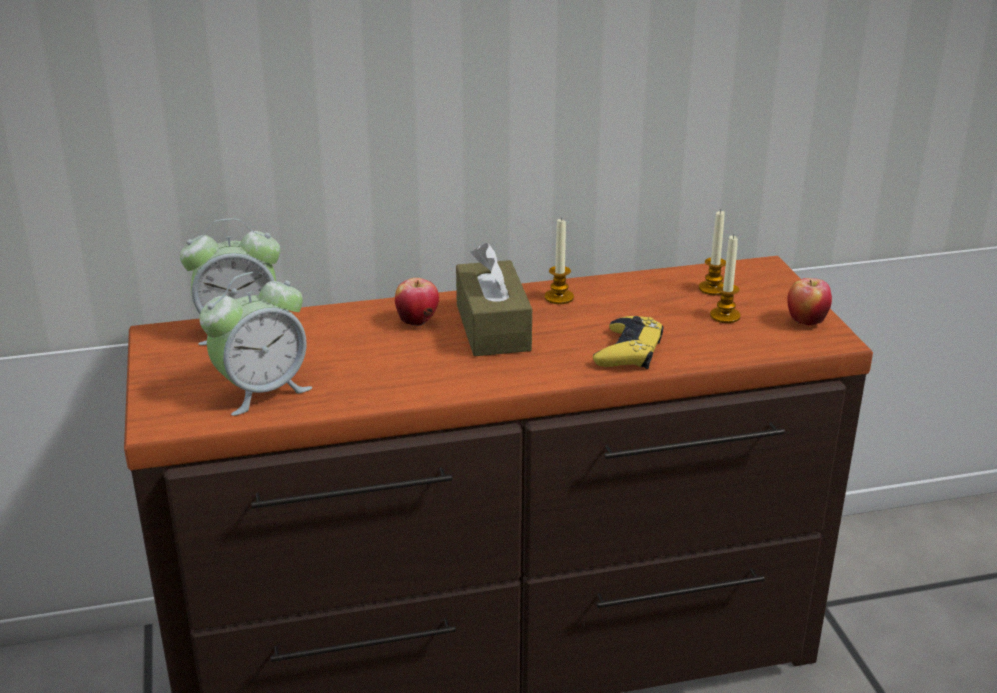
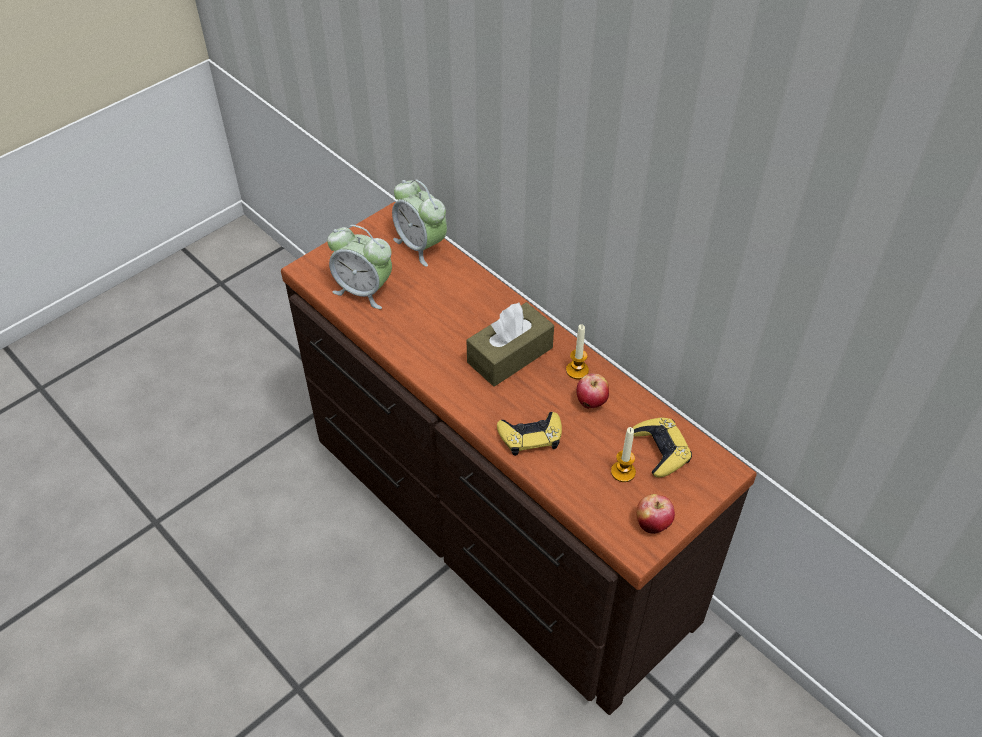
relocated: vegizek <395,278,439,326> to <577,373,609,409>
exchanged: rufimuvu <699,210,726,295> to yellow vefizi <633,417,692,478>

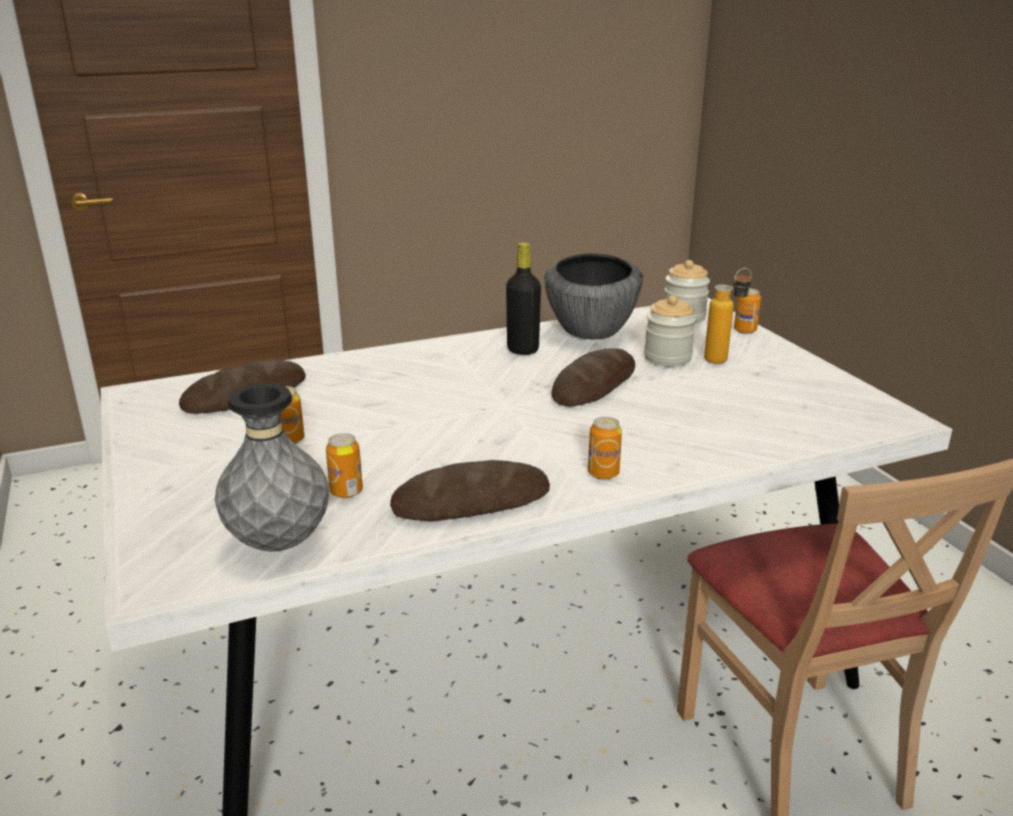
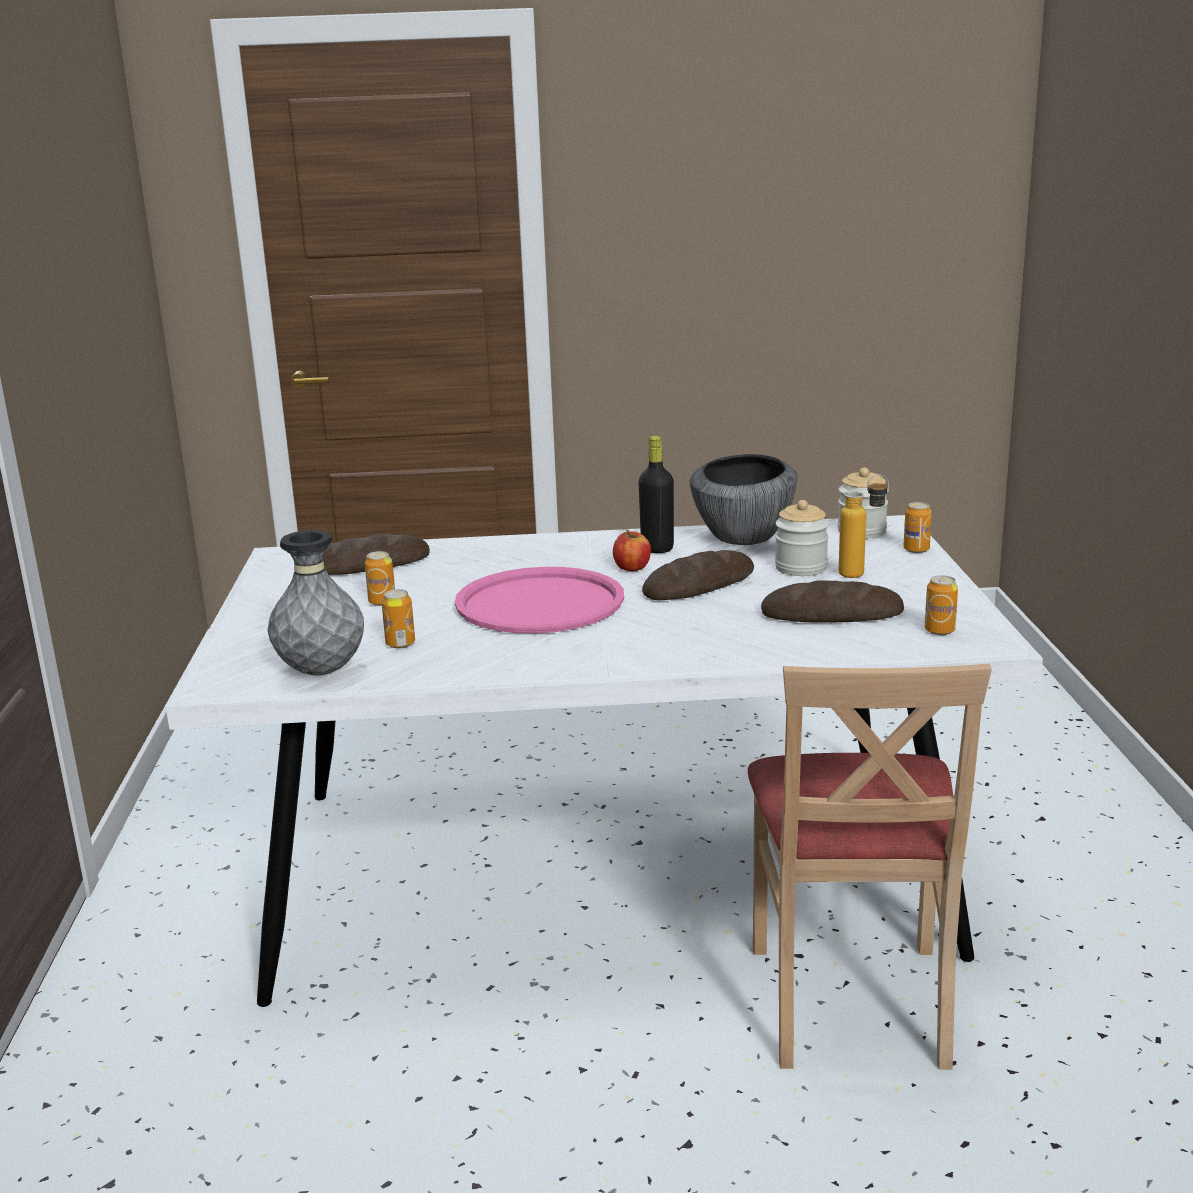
appeared: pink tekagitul <455,567,624,633>; vegizek <613,530,651,571>
relocated: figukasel <390,460,550,521> to <761,580,904,623>; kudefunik <588,417,622,480> to <925,575,958,635>

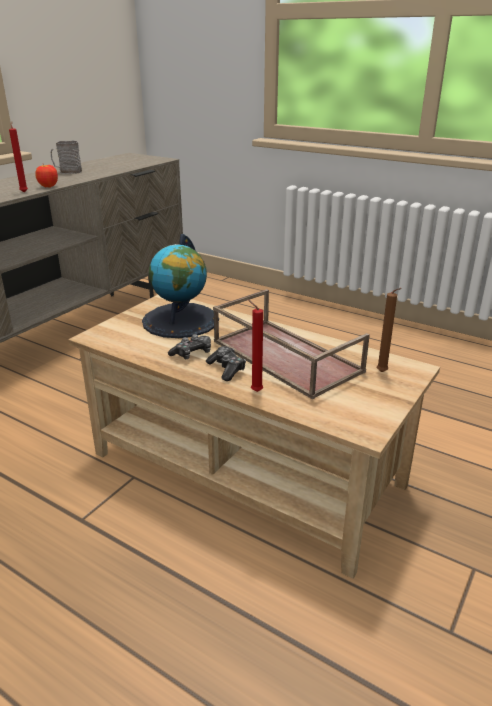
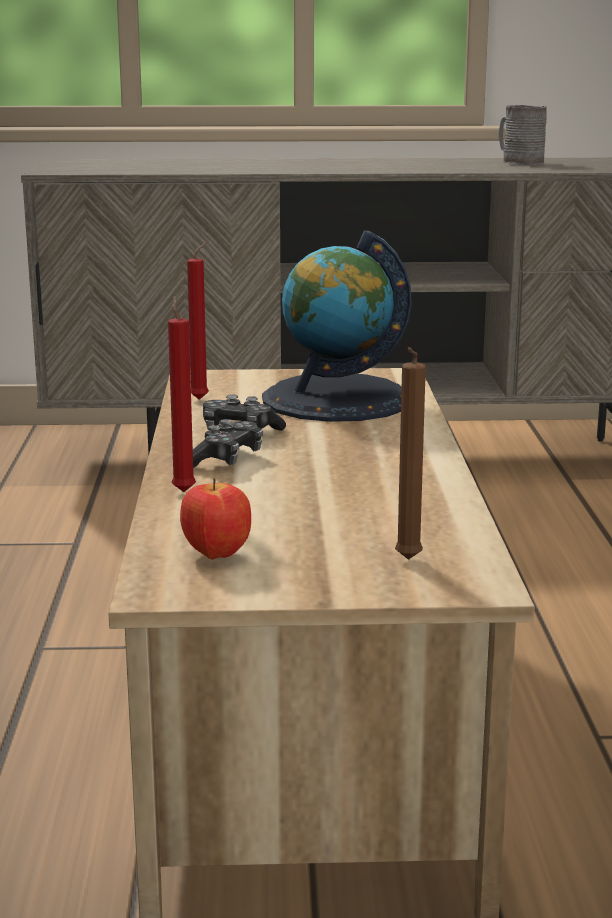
missing: brown tekagitul <213,289,370,400>
relocated: vegizek <35,164,58,188> to <180,478,251,560>; red rufimuvu <9,121,28,192> to <187,242,209,400>

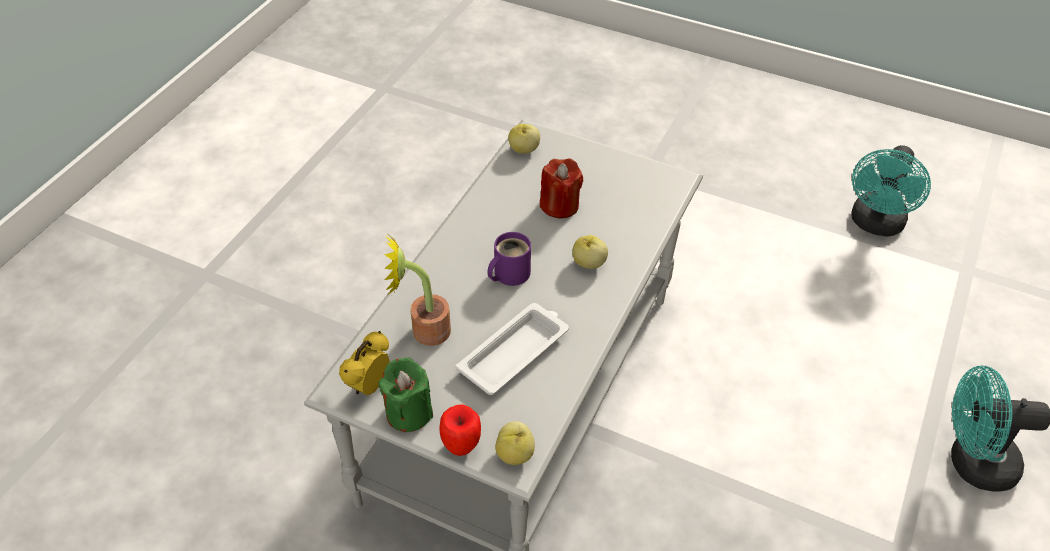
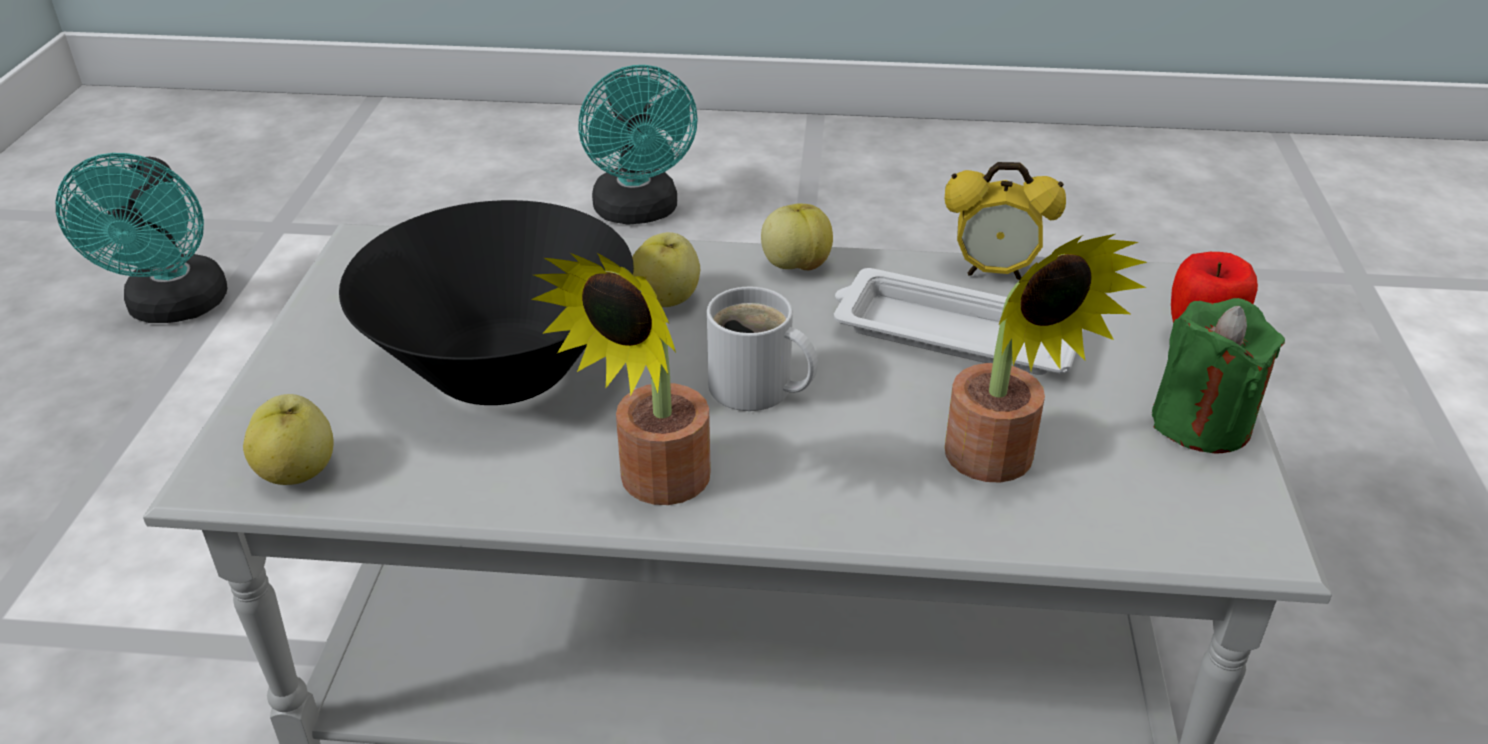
appeared: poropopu <531,253,711,505>
relocated: vegizek <495,421,535,465> to <761,204,833,270>; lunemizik <339,331,390,396> to <945,162,1066,280>
exchanged: red rufimuvu <540,159,583,218> to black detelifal <339,200,634,405>
colour: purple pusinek <487,232,531,286> to white pusinek <707,286,818,411>
spun: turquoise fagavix <851,145,931,237> = <56,153,227,323> 75 degrees clockwise

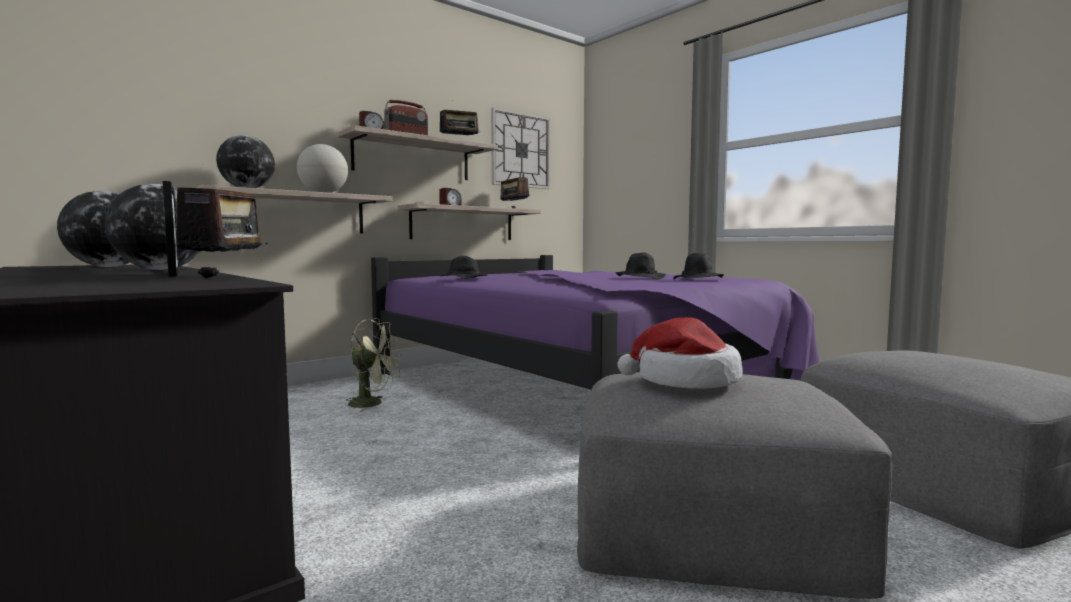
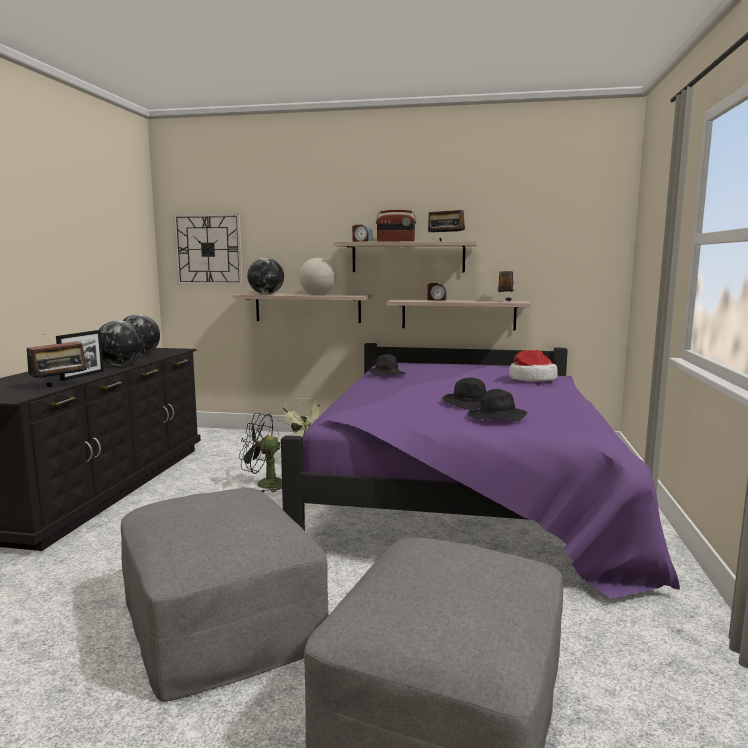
appeared: black fagavix <239,413,282,492>
relocated: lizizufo <491,107,550,189> to <173,213,243,285>; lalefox <617,317,743,389> to <509,350,558,381>

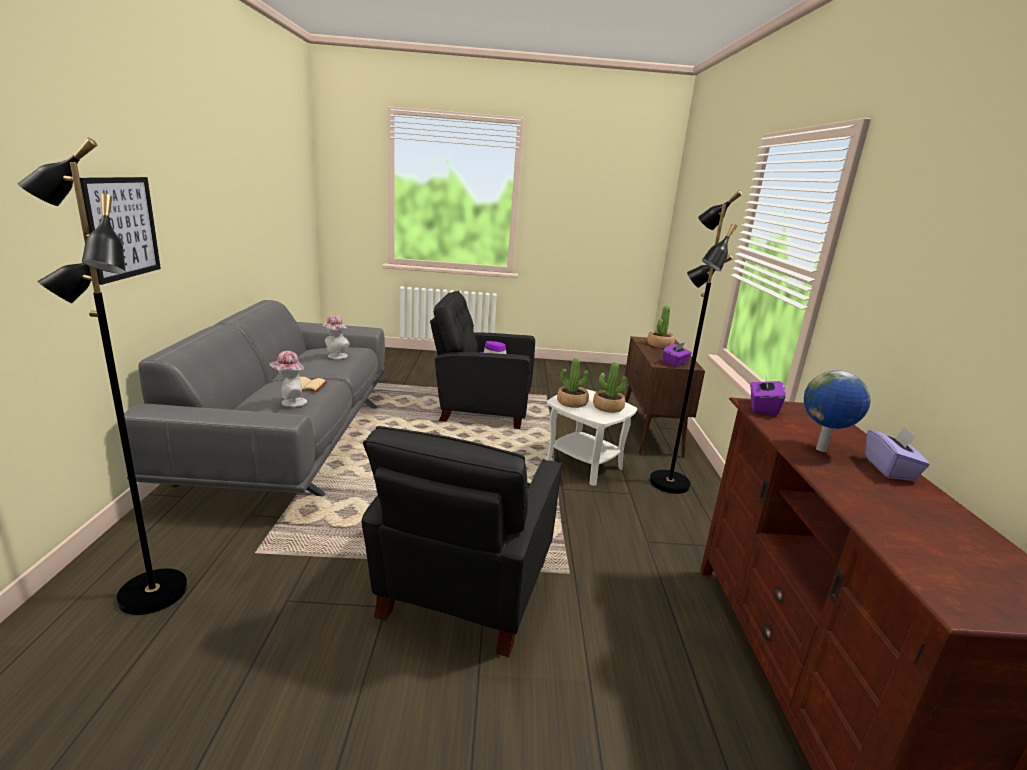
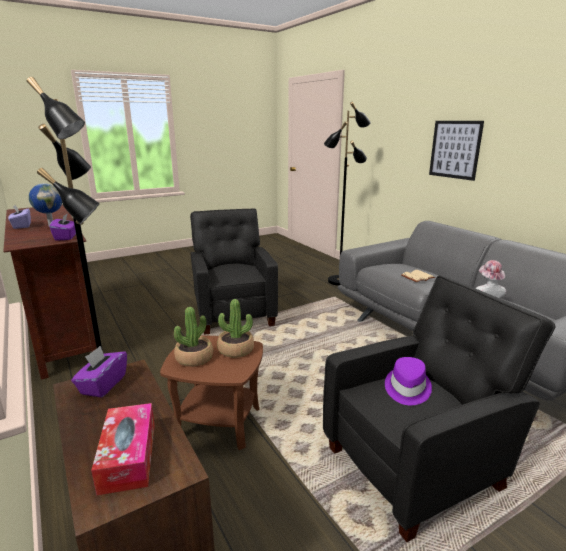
missing: lalefox <269,351,307,407>
exchanged: poropopu <647,306,675,348> to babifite <91,403,155,495>
colour: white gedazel <546,389,637,486> to brown gedazel <160,336,263,450>

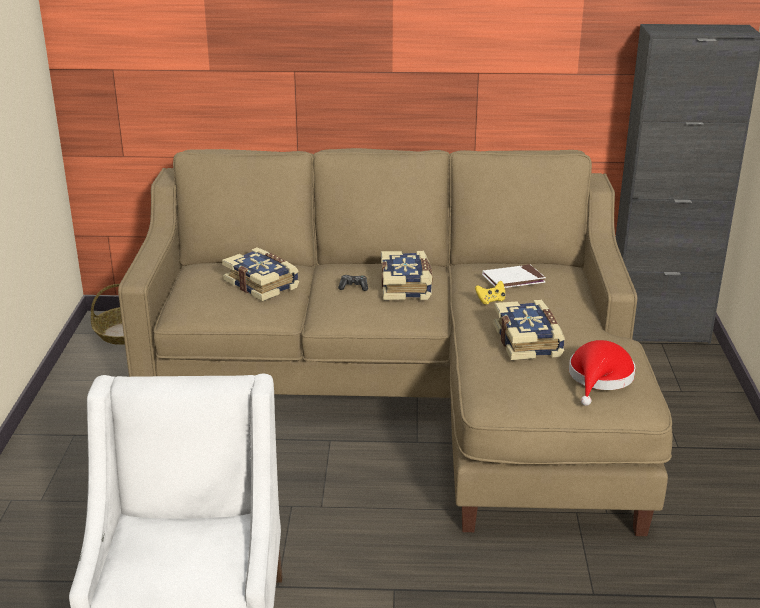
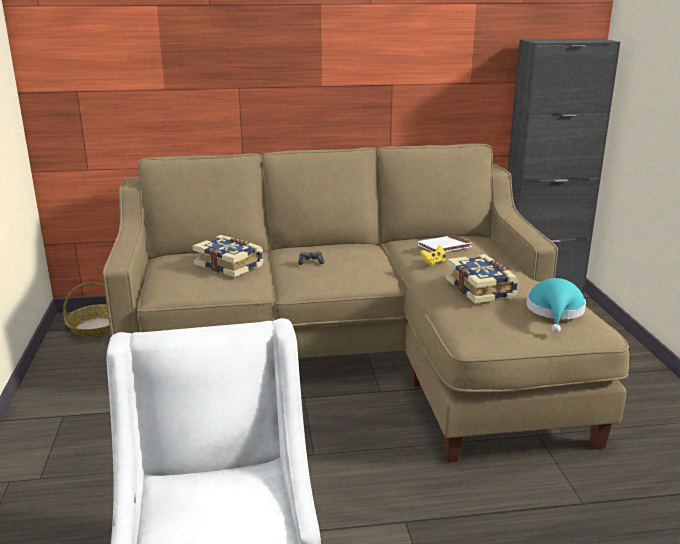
missing: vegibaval <381,251,433,300>
colour: red lalefox <569,340,636,406> to turquoise lalefox <526,278,586,333>

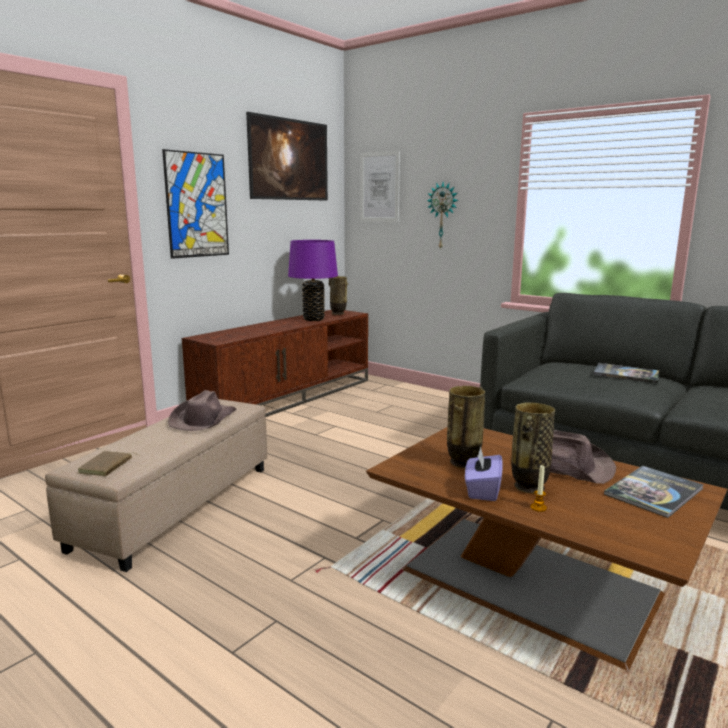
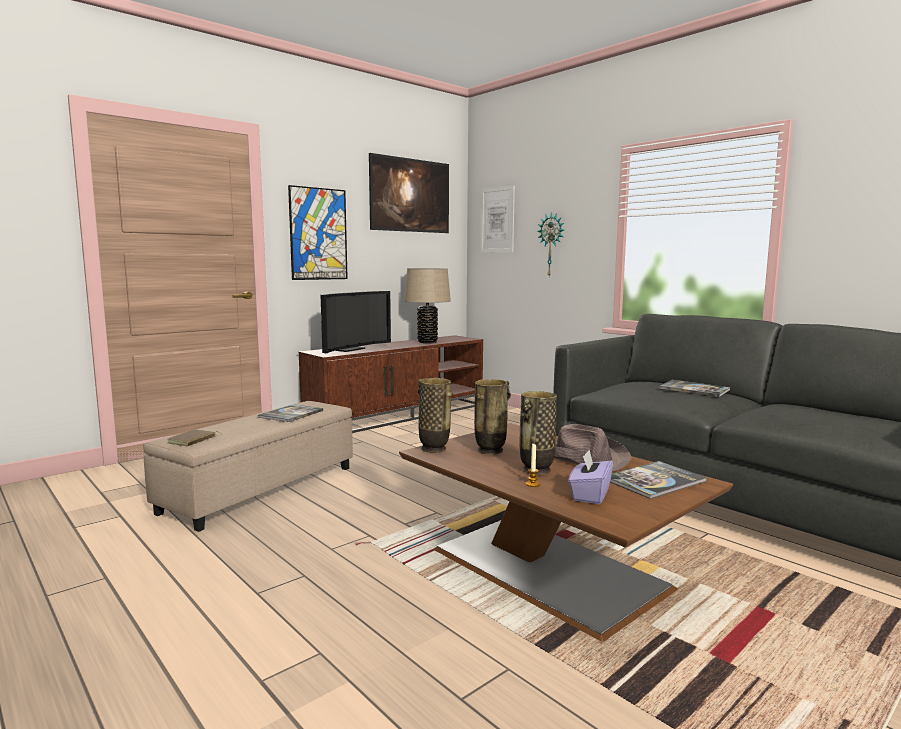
appeared: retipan <321,291,391,353>
relocated: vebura <328,276,348,315> to <418,378,453,453>; purple babifite <465,446,503,501> to <568,450,613,504>
exchanged: brown lalefox <168,390,237,431> to vegibaval <258,404,323,422>
colour: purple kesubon <288,240,338,321> to beige kesubon <404,268,451,343>

